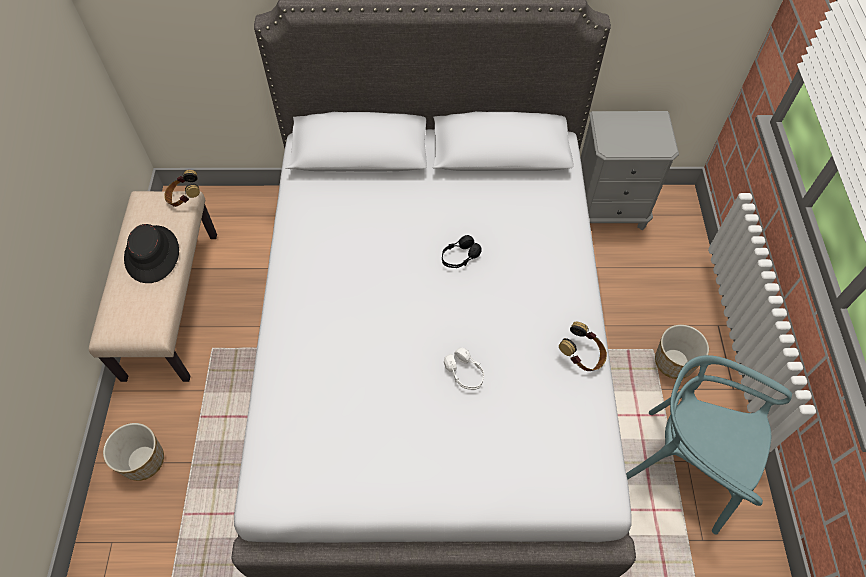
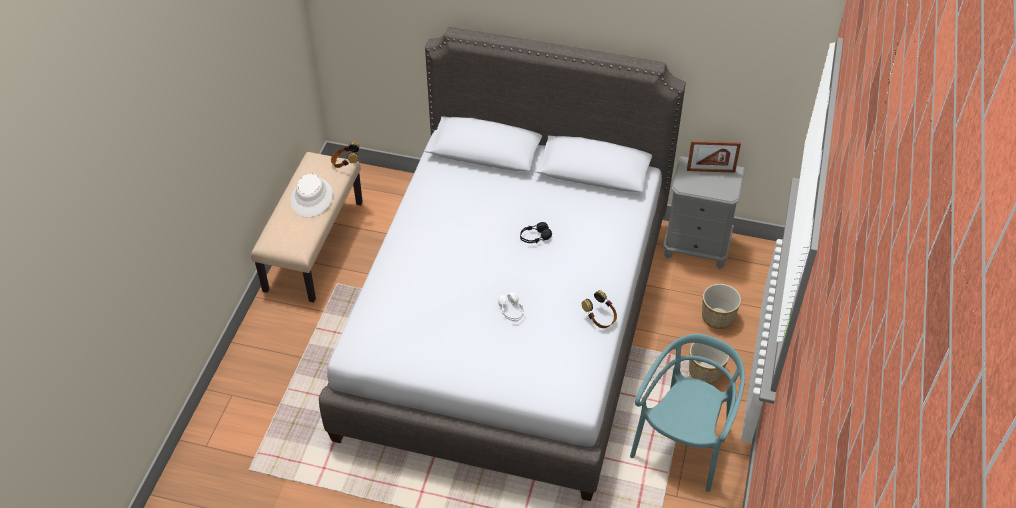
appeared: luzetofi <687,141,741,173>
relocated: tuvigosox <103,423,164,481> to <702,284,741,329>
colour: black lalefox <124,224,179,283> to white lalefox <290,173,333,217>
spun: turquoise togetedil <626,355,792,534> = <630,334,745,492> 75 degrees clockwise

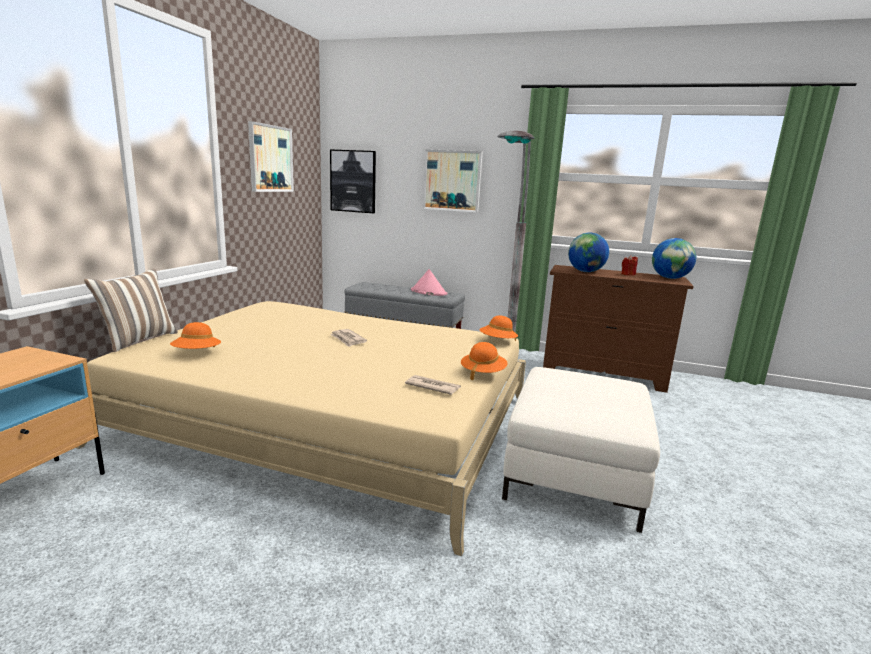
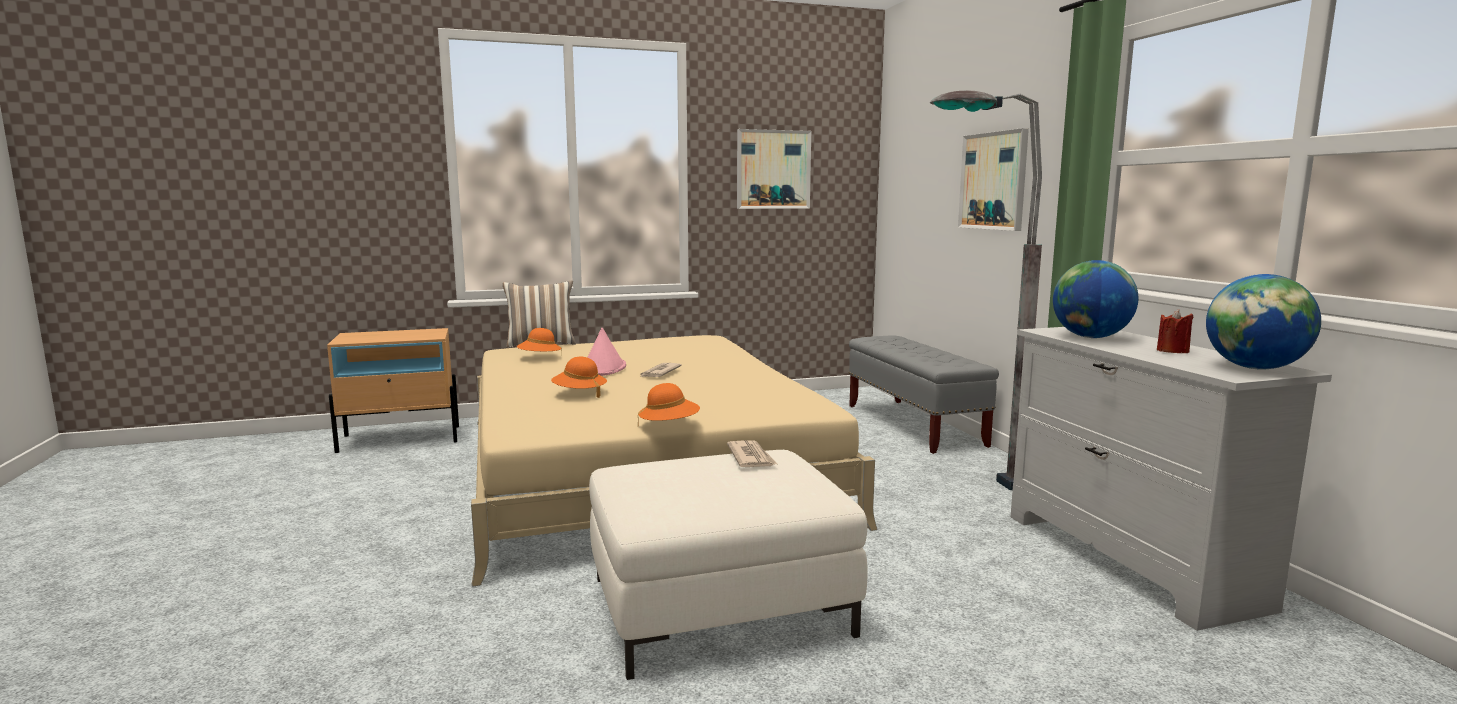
missing: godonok <330,149,376,213>
relocated: orange lalefox <479,315,518,341> to <551,357,607,398>; pink lalefox <411,269,448,296> to <587,328,626,376>; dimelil <405,375,461,395> to <727,440,777,467>
colour: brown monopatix <543,265,694,393> to white monopatix <1010,327,1332,631>

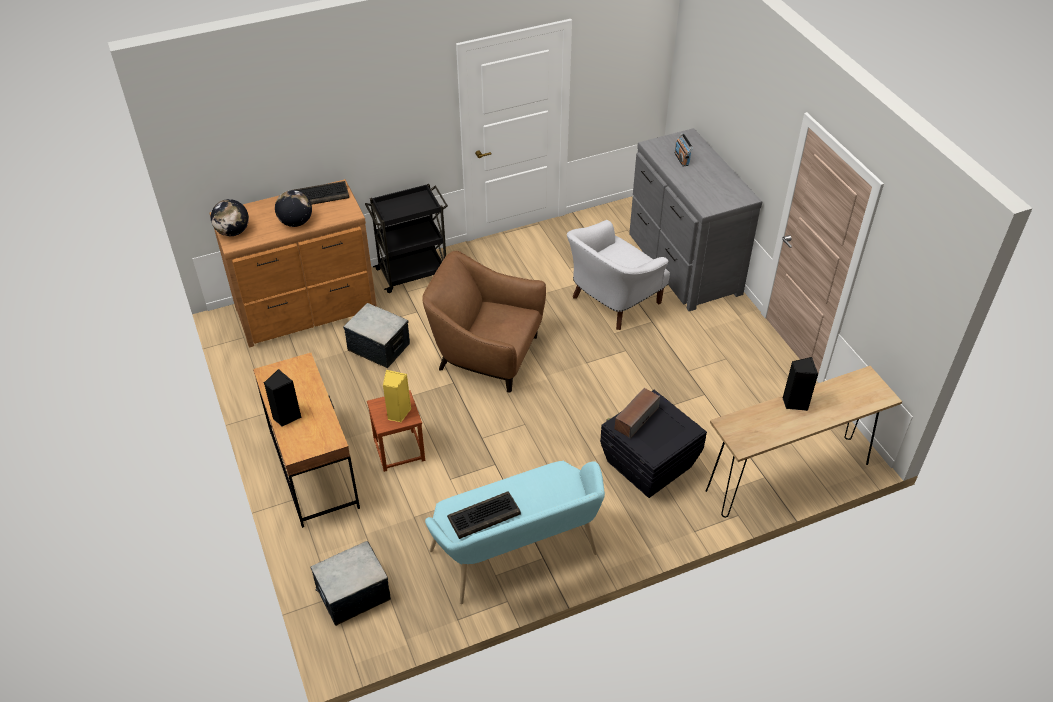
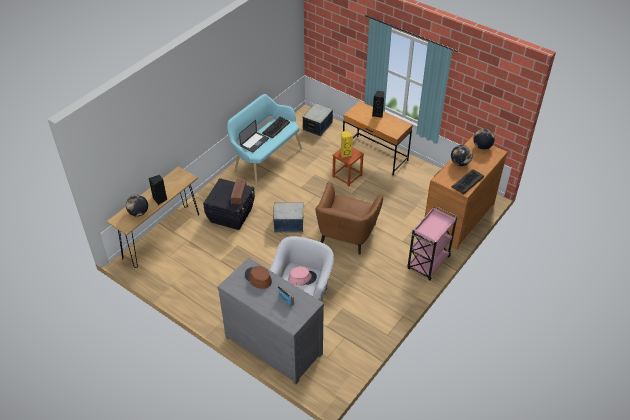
appeared: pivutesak <126,195,148,216>; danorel <239,120,269,152>; brown lalefox <245,266,272,289>; pink lalefox <289,266,317,286>
relocated: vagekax <343,303,410,369> to <273,202,304,232>
colour: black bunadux <365,184,448,293> to pink bunadux <407,206,457,280>
spun: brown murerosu <422,251,546,393> = <316,182,383,255> 120 degrees clockwise

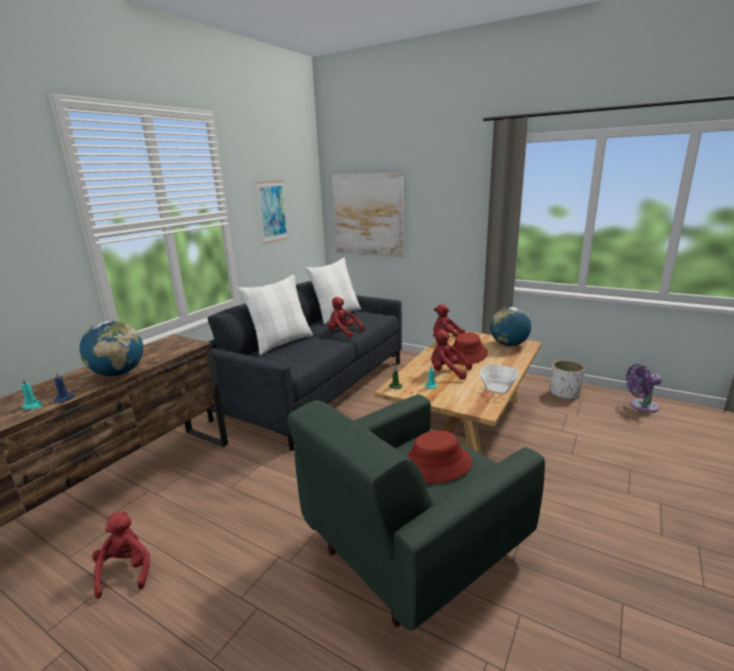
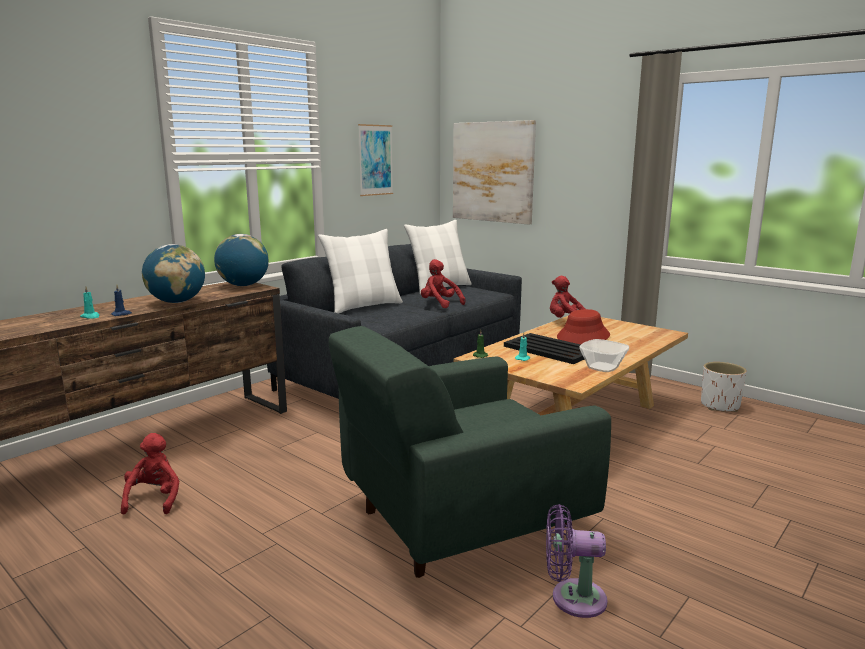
missing: red lalefox <407,430,473,484>
relocated: pivutesak <490,307,531,346> to <214,234,269,286>; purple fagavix <626,364,662,413> to <546,504,608,618>
exchanged: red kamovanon <431,330,472,380> to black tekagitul <504,333,584,364>

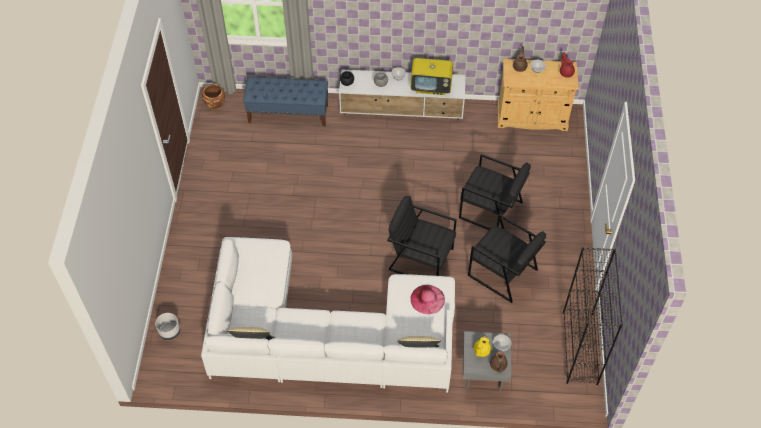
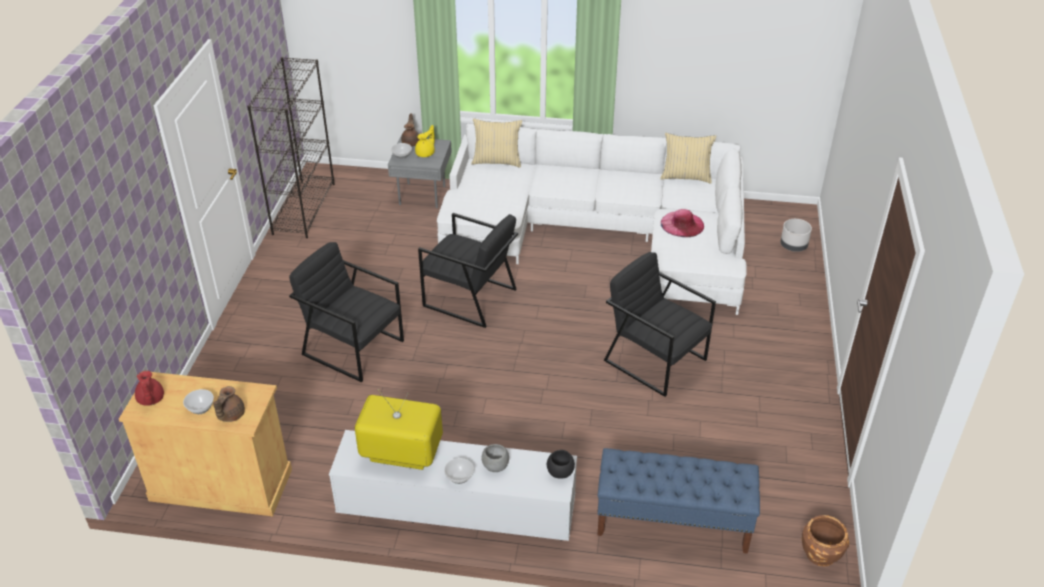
relocated: black murerosu <468,214,546,303> to <604,252,716,397>; pink lalefox <411,285,445,314> to <661,209,704,237>

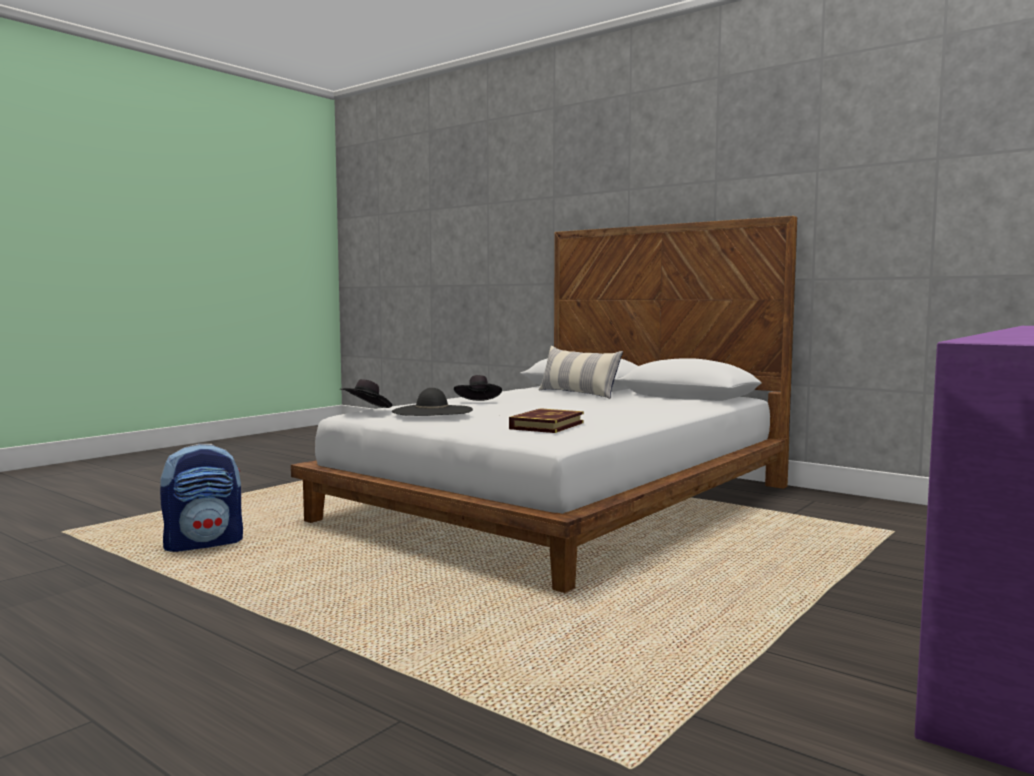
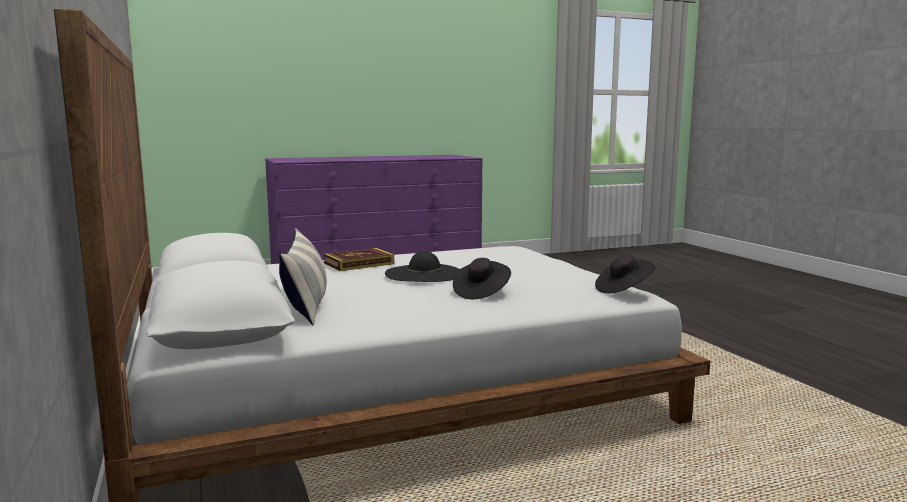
missing: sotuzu <160,444,243,552>
relocated: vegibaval <509,408,584,433> to <324,248,394,271>; black lalefox <392,388,473,416> to <385,251,460,282>

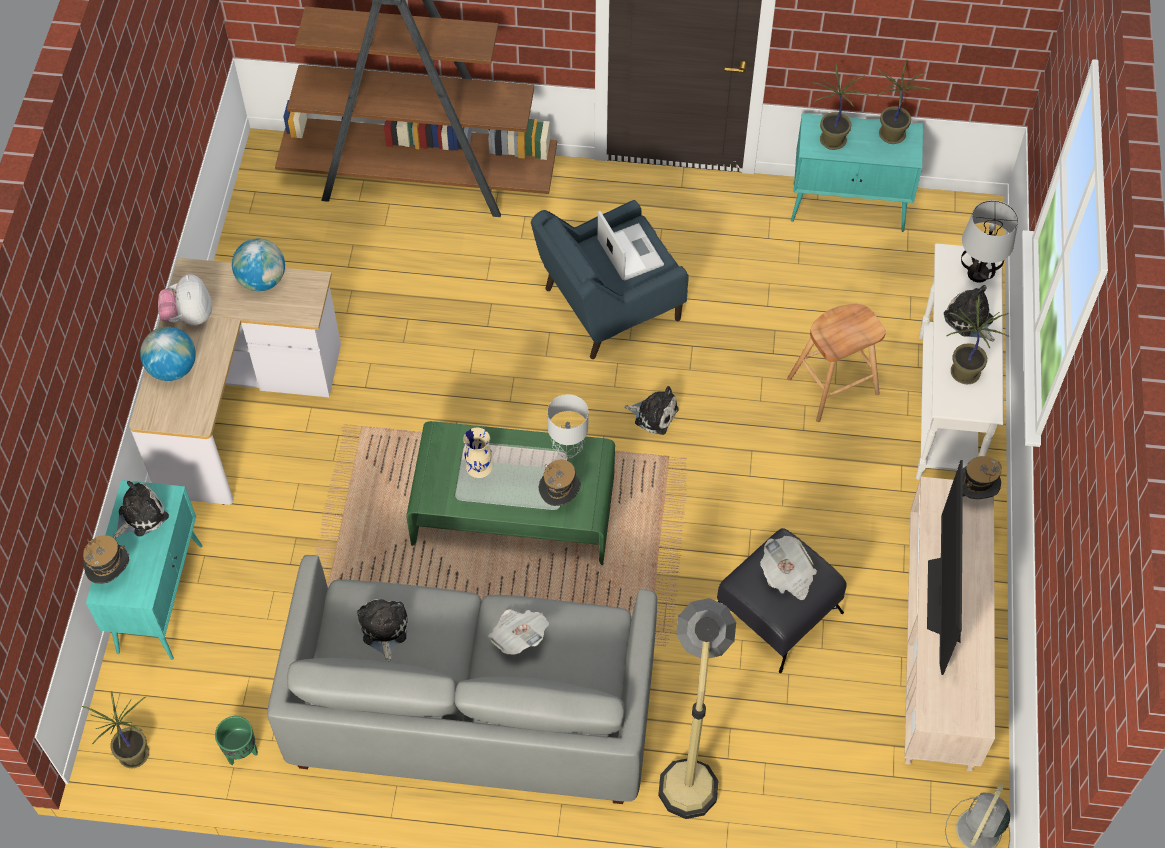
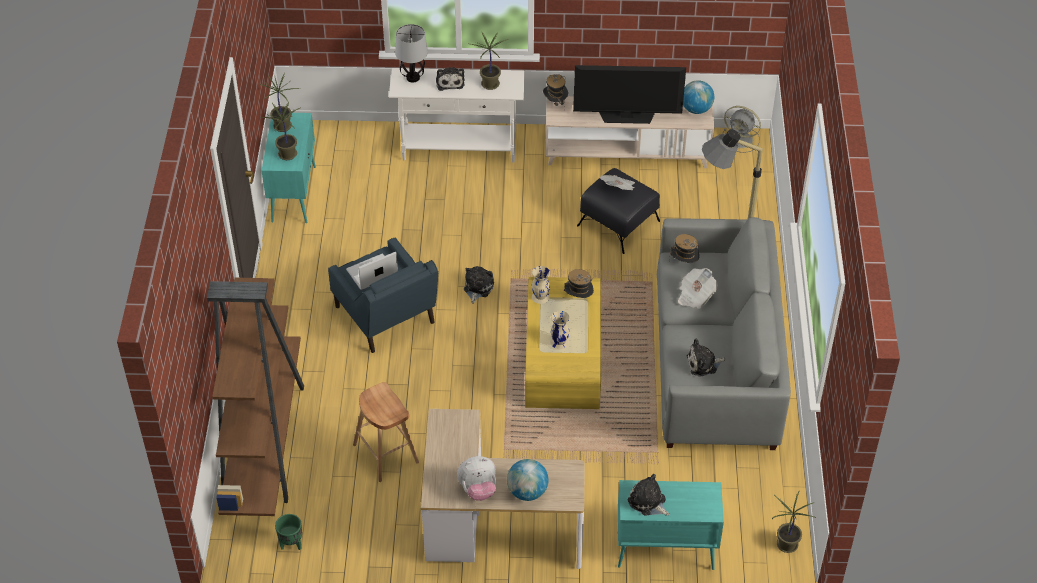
relocated: green tuvigosox <215,716,258,765> to <275,514,302,550>; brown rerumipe <787,304,886,422> to <353,382,419,482>; lalefox <83,535,129,584> to <669,234,699,263>; pivutesak <232,239,285,291> to <683,80,714,114>
exchanged: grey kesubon <547,394,588,458> to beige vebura <532,266,550,304>
colour: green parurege <406,421,615,565> to yellow parurege <525,277,601,409>
spun: kamovanon <944,285,995,341> = <436,67,464,91> 60 degrees counterclockwise

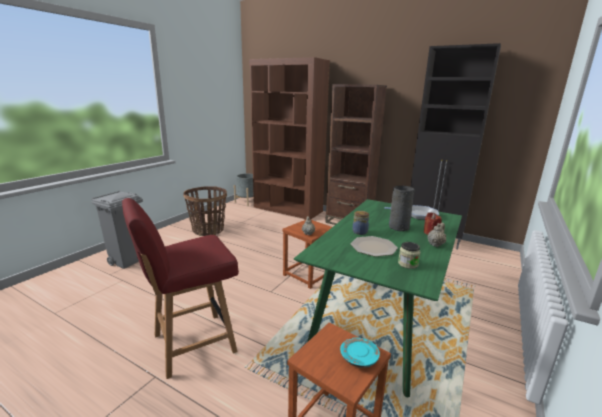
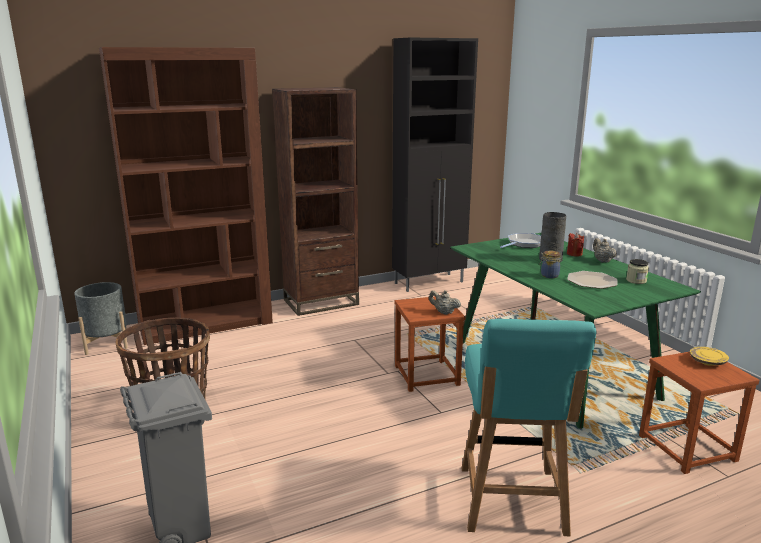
colour: red togetedil <122,198,239,379> to turquoise togetedil <461,319,597,536>; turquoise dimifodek <340,338,380,368> to yellow dimifodek <690,347,729,366>

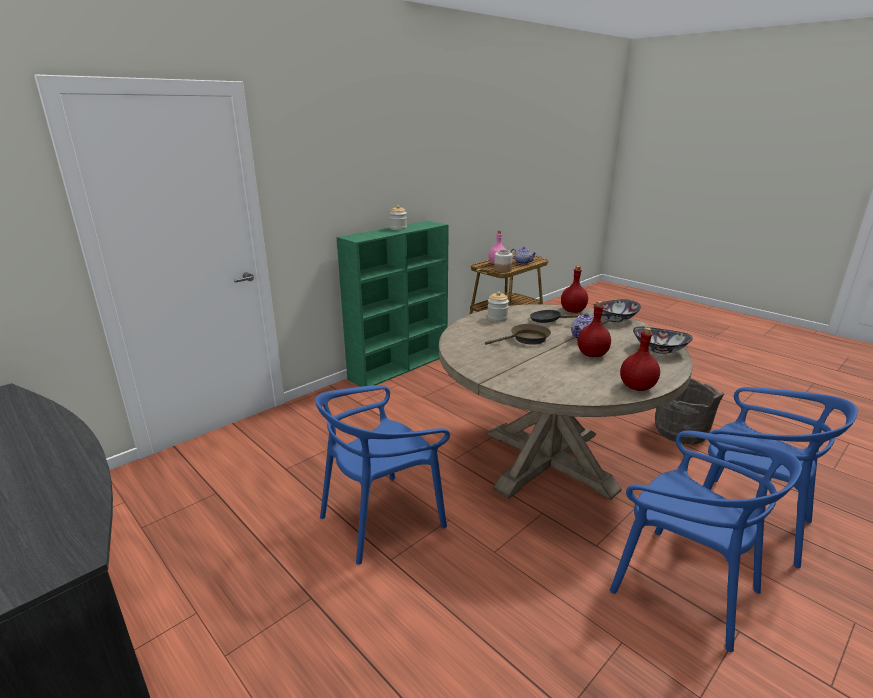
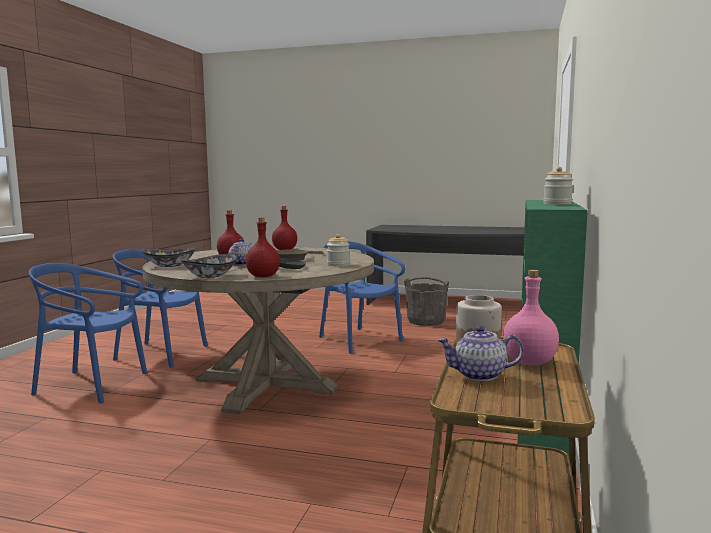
relocated: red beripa <620,327,660,391> to <272,206,297,250>; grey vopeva <655,378,725,444> to <404,277,449,326>
spun: blue togetedil <315,385,450,565> = <319,241,405,354> 60 degrees counterclockwise

